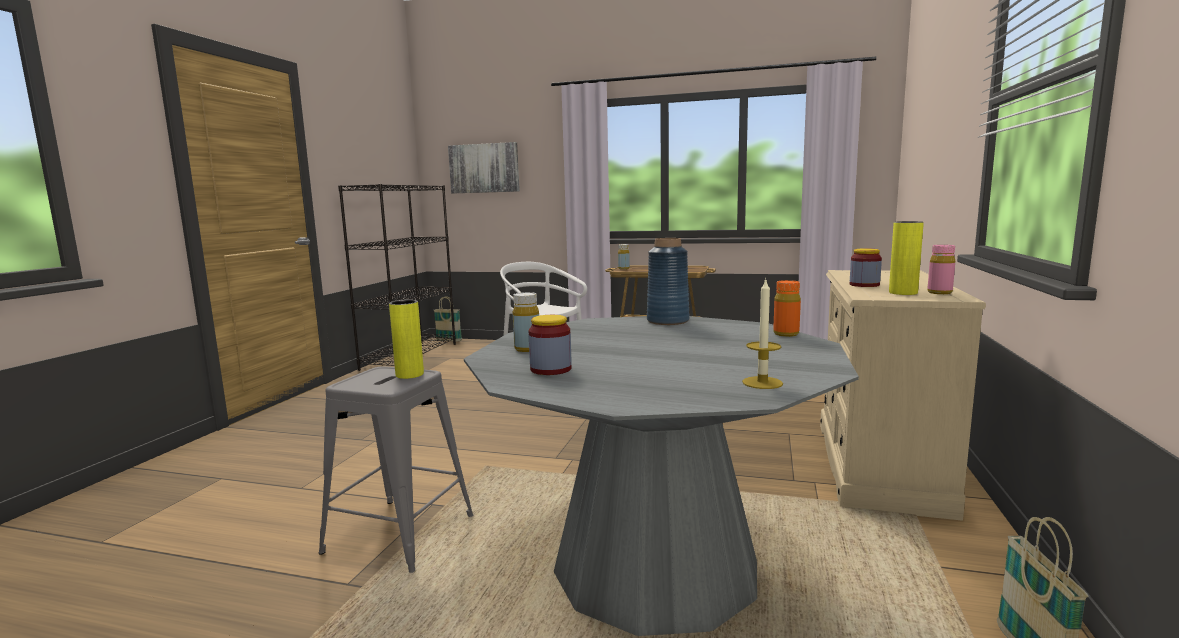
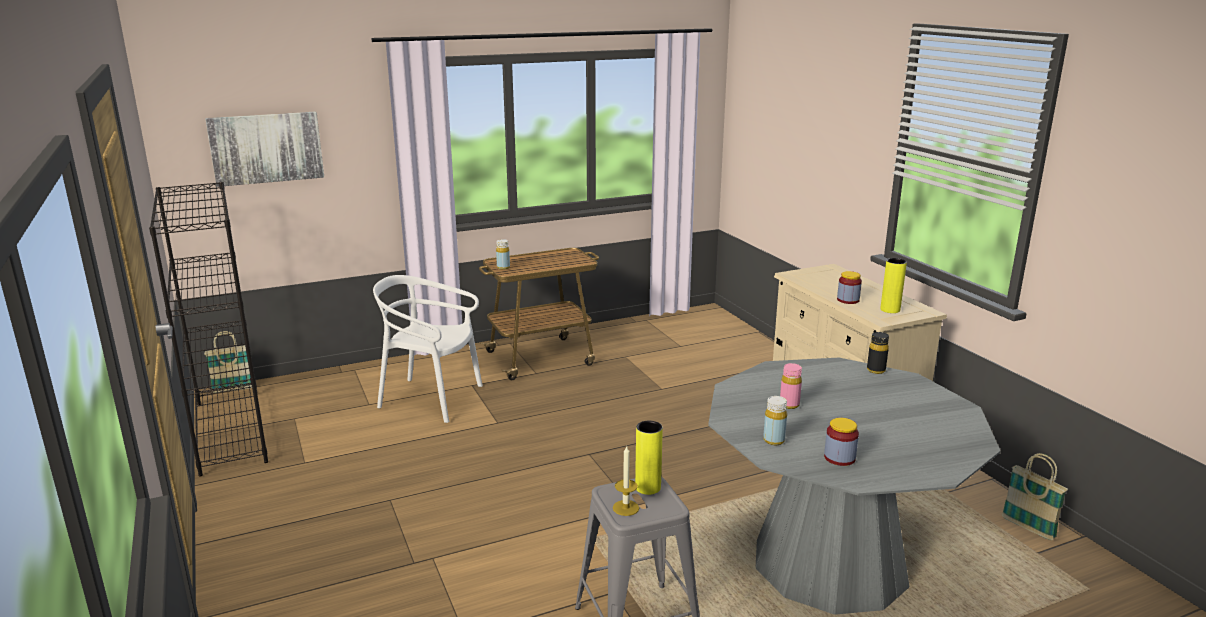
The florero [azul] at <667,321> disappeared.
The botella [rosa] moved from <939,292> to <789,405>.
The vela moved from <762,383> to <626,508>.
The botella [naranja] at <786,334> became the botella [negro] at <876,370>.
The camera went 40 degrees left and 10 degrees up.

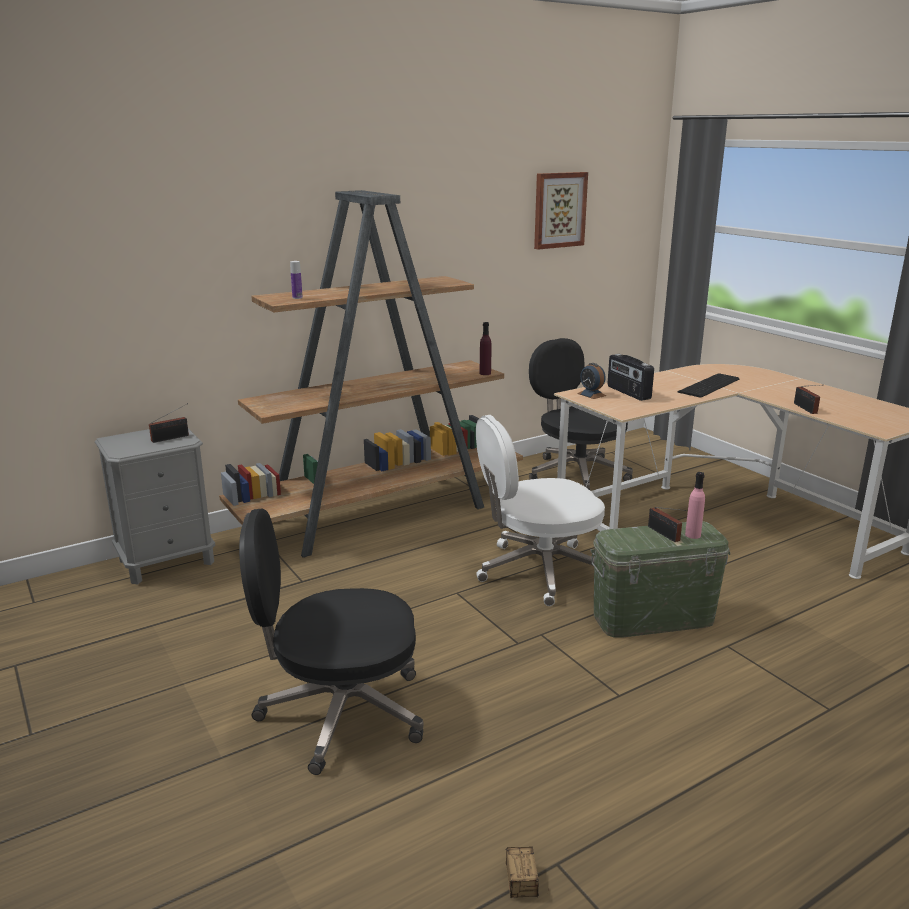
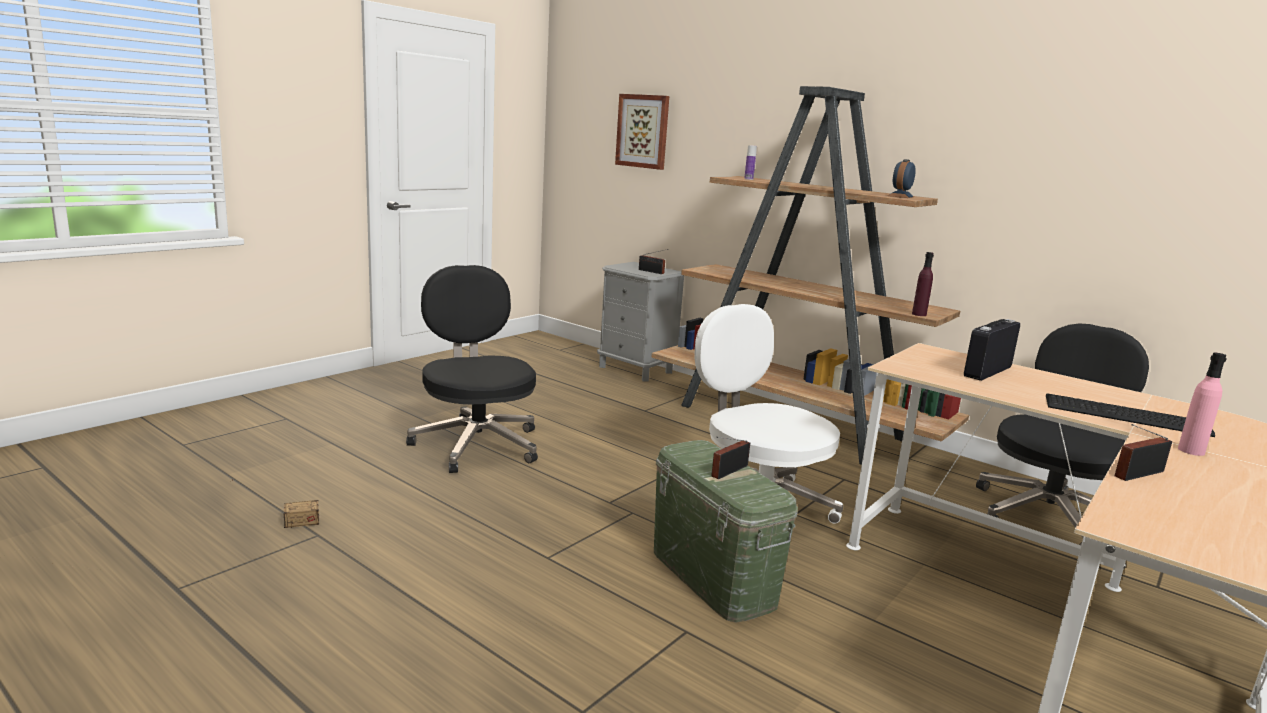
The cuadro moved from <559,210> to <643,131>.
The despertador moved from <591,394> to <900,196>.
The botella [rosa] moved from <692,535> to <1191,451>.
The camera went 70 degrees right and 5 degrees down.

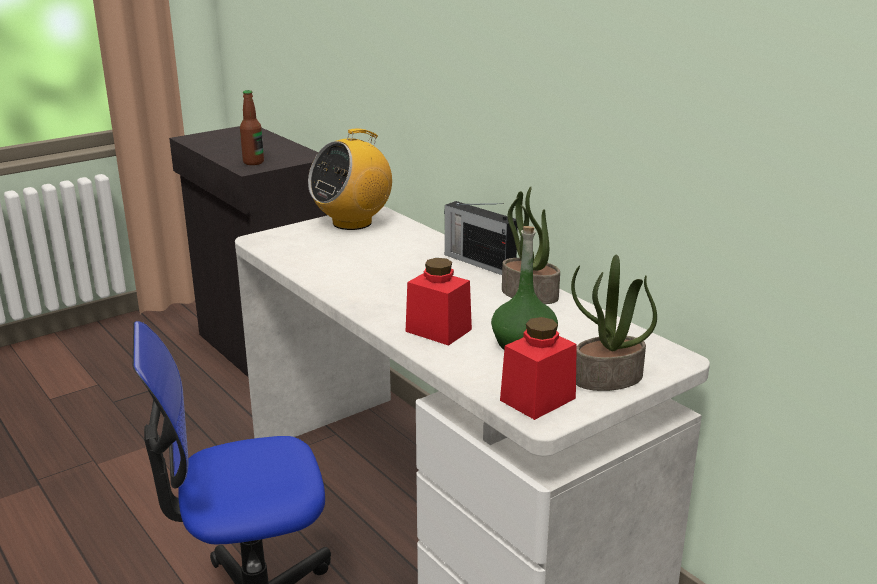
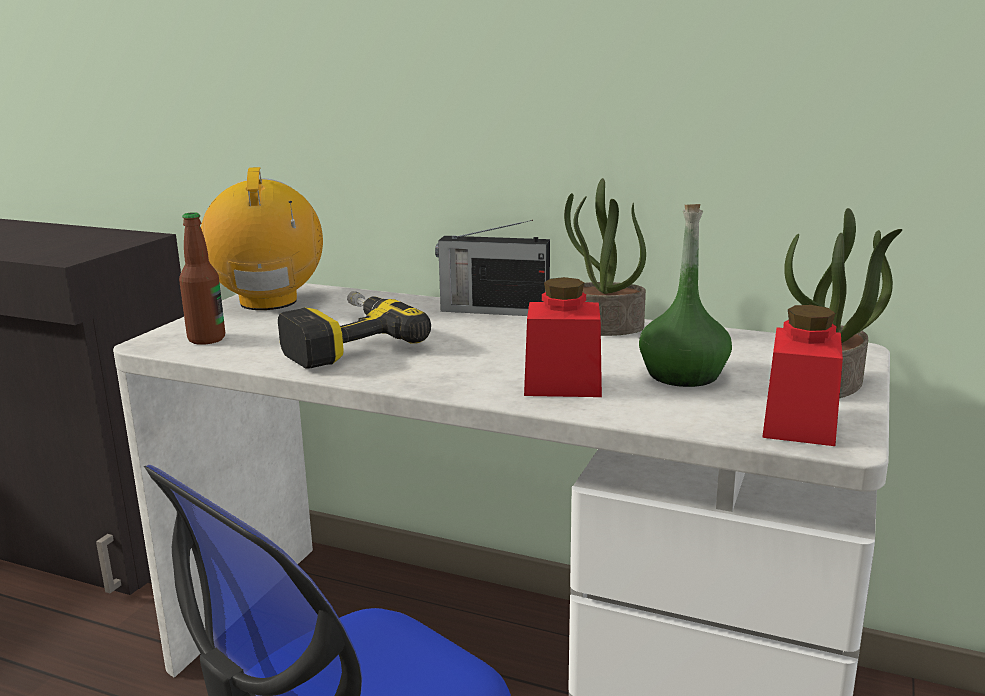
The botella moved from <253,162> to <206,339>.
The radio at <352,222> turned 150 degrees clockwise.
The taladro at <343,342> appeared.
The camera went 30 degrees left and 5 degrees down.

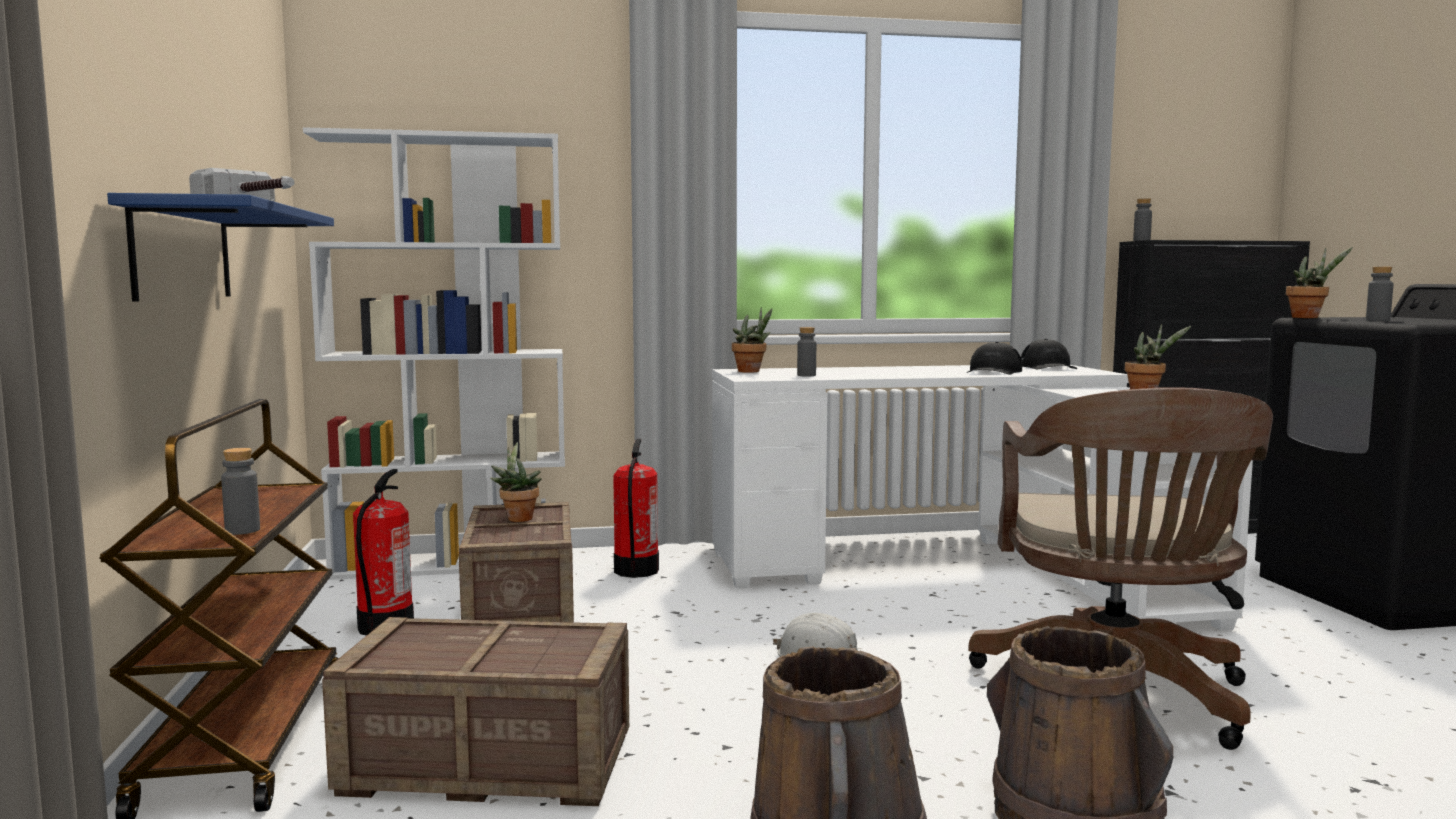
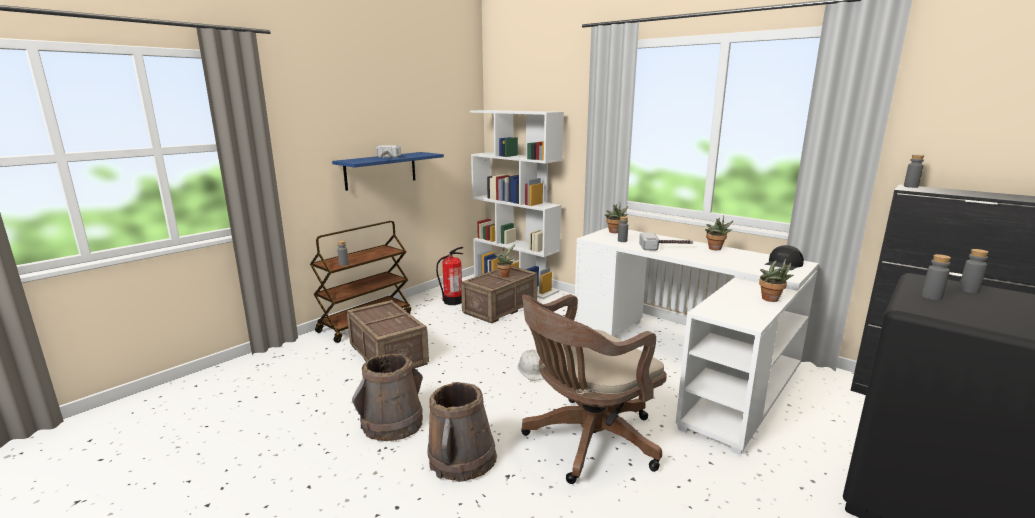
The planta en maceta moved from <1309,317> to <715,249>.
The gorra [negro] at <993,371> disappeared.
The extintor at <636,571> disappeared.
The martillo at <666,247> appeared.
The botella [gris] at <968,290> appeared.
The camera went 50 degrees right and 10 degrees up.

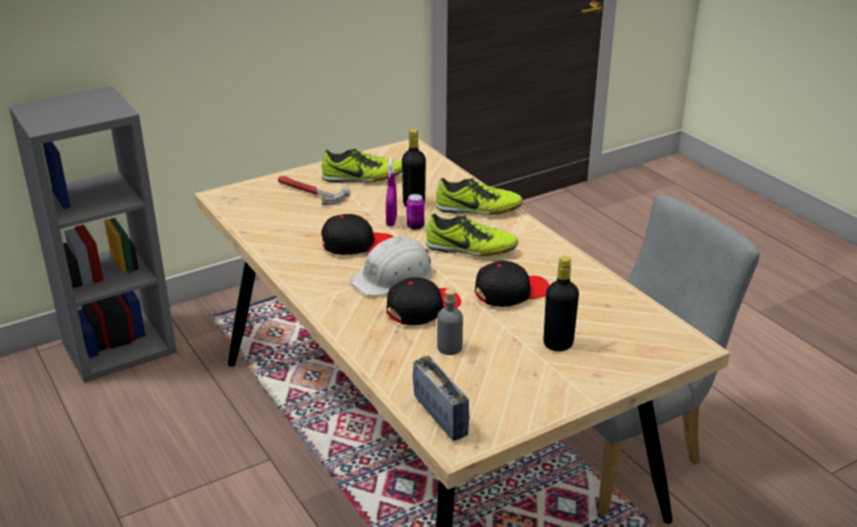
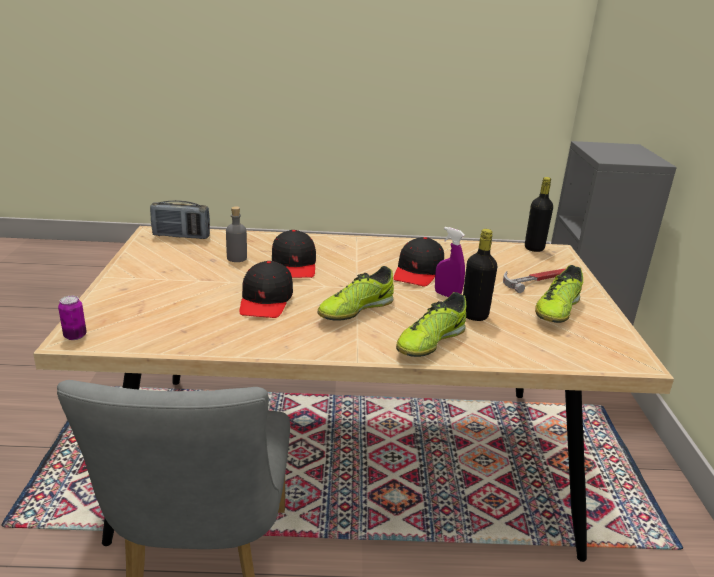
The lata moved from <415,226> to <75,336>.
The casco [blanco] at <394,277> disappeared.
The botella [negro] moved from <558,344> to <534,248>.
The camera went 120 degrees right and 5 degrees down.

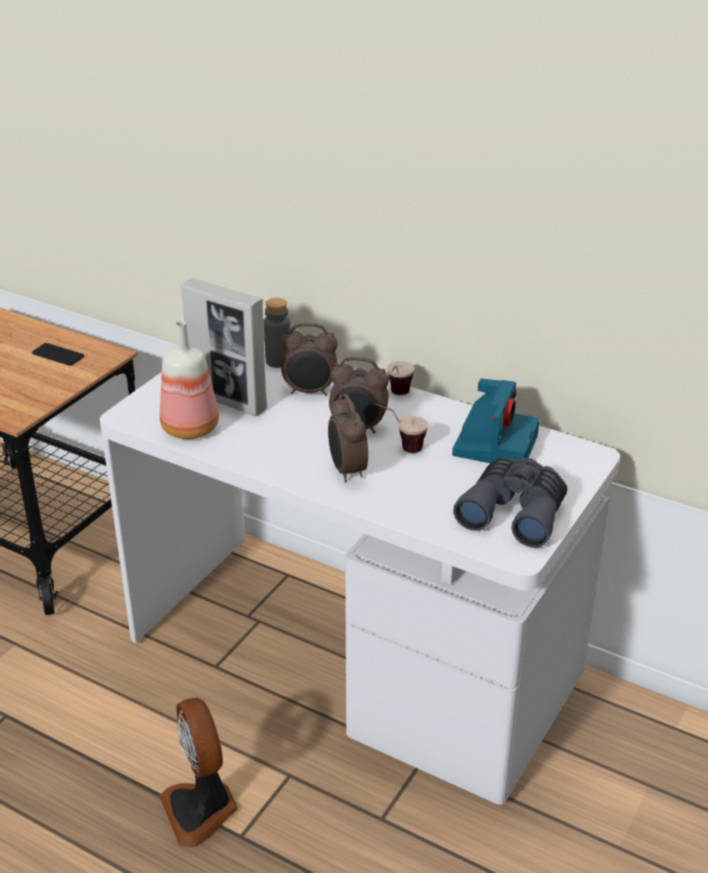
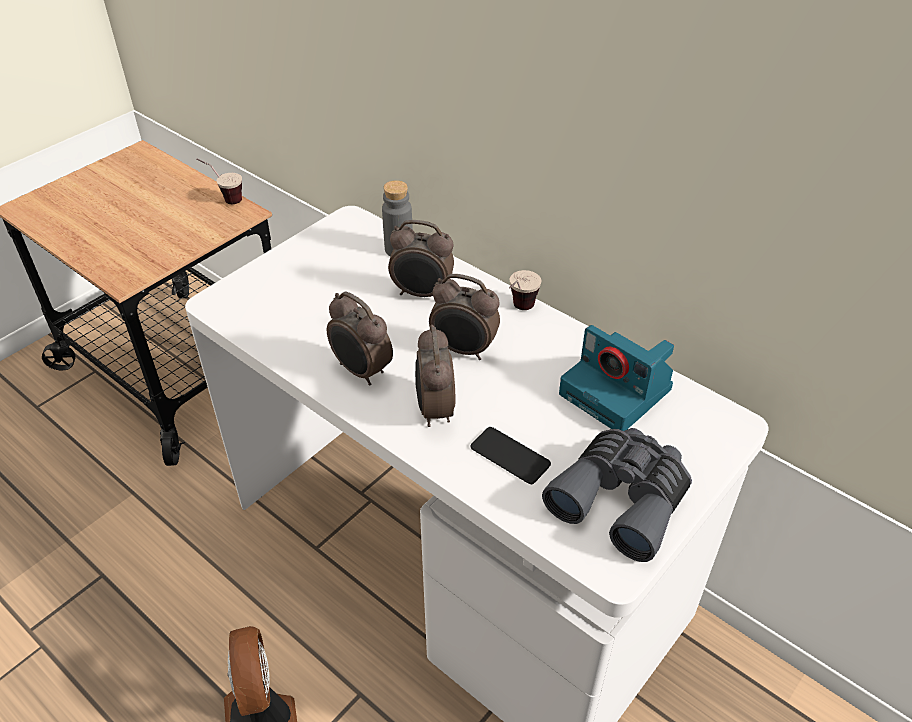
The portarretratos at <228,401> disappeared.
The botella at <192,428> disappeared.
The móvil moved from <58,355> to <510,456>.
The cámara at <495,443> turned 105 degrees clockwise.
The taza moved from <400,447> to <224,198>.
The despertador at <361,371> appeared.
The camera went 10 degrees right and 10 degrees up.

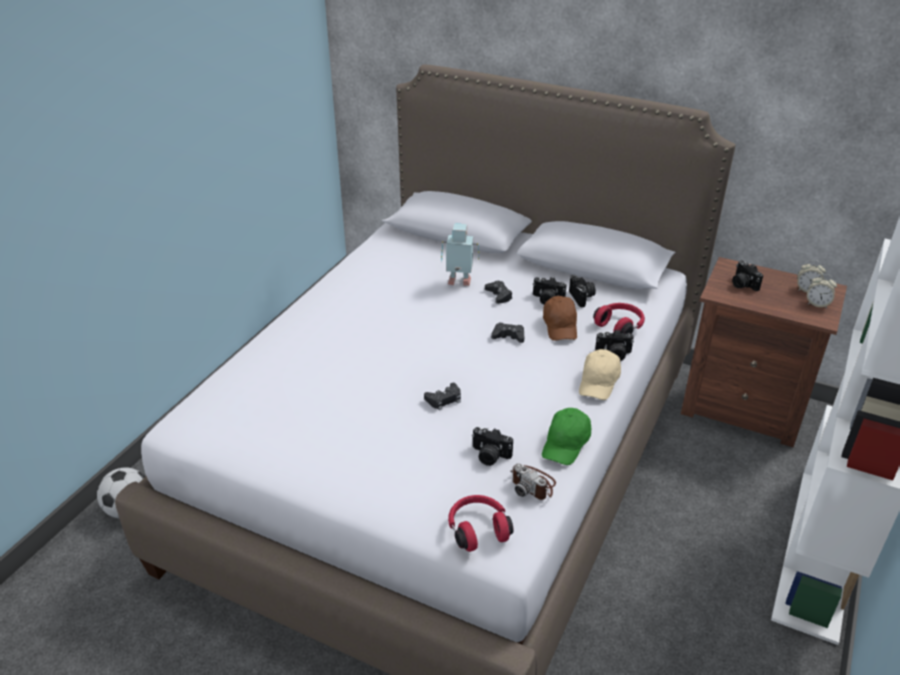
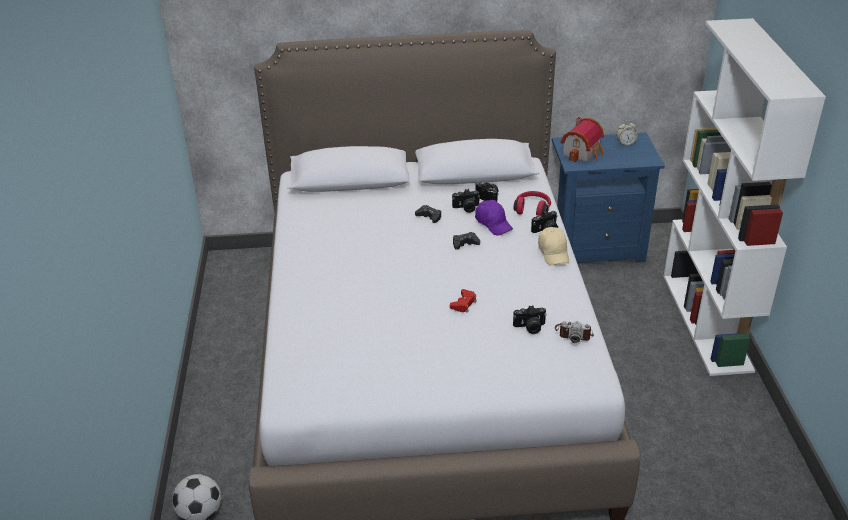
The robot de juguete at <460,283> disappeared.
The mesita de noche [marrón] at <744,408> became the mesita de noche [azul] at <596,247>.
The cámara at <742,284> was replaced by the casita at <583,152>.
The despertador at <817,304> disappeared.
The gorra [marrón] at <560,326> became the gorra [morado] at <493,224>.
The mando de consola [negro] at <444,399> became the mando de consola [rojo] at <463,304>.
The gorra [verde] at <566,444> disappeared.
The auriculares [rojo] at <478,529> disappeared.
The camera went 30 degrees left and 0 degrees up.

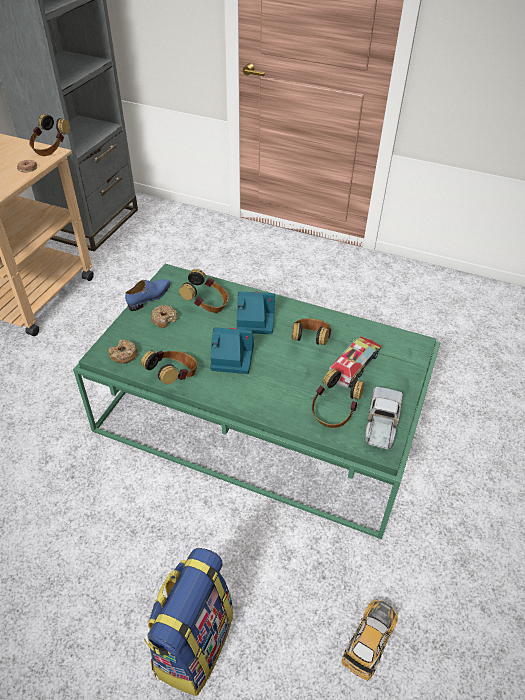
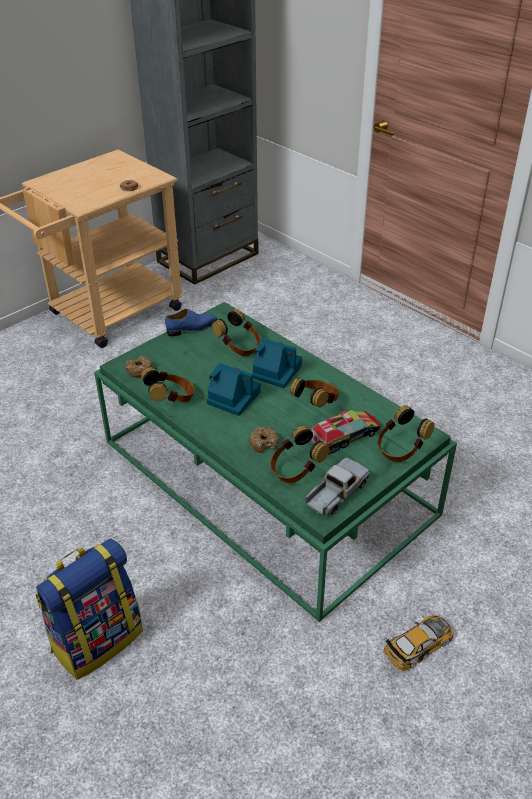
The auriculares moved from <51,149> to <400,449>.
The rosquilla moved from <164,319> to <263,443>.
The coche de juguete moved from <370,639> to <419,644>.
The camera went 25 degrees right and 5 degrees down.

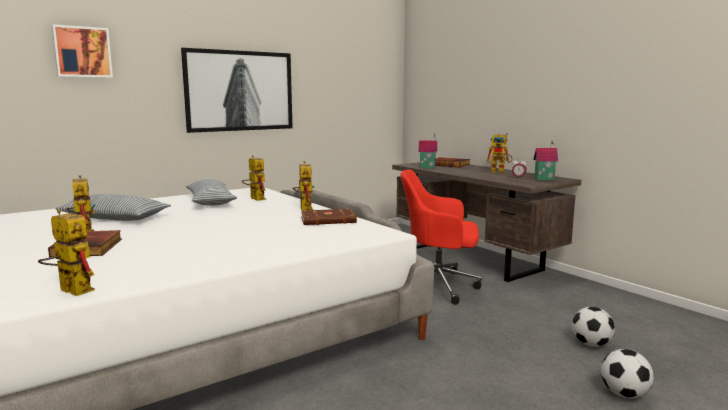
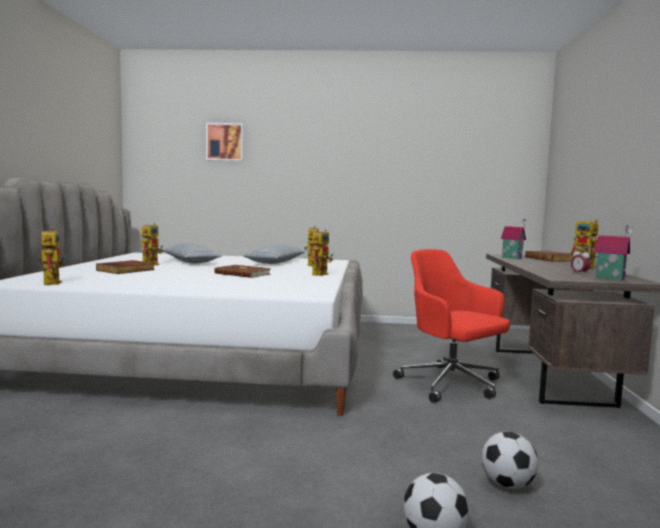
The cuadro at <239,91> disappeared.
The libro [marrón] moved from <328,220> to <242,274>.
The camera went 40 degrees right and 5 degrees down.

